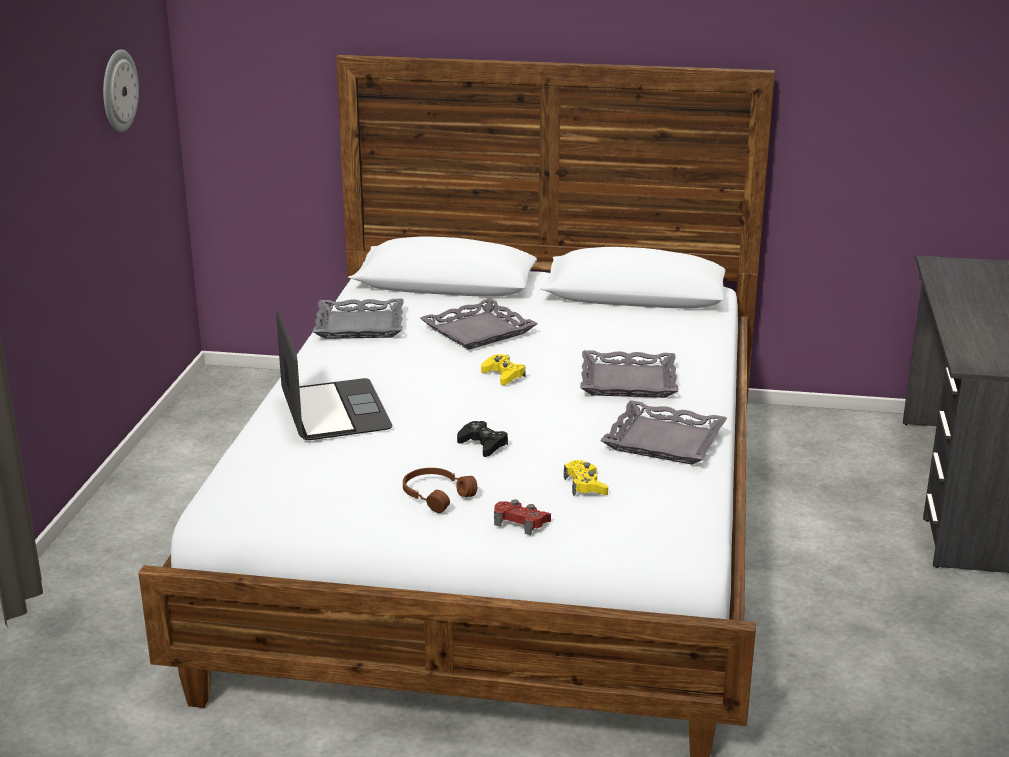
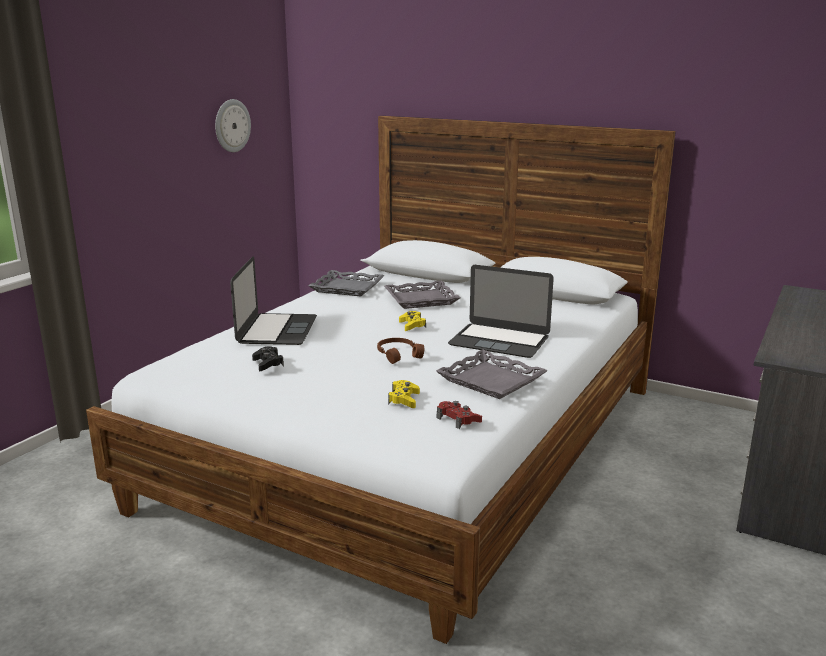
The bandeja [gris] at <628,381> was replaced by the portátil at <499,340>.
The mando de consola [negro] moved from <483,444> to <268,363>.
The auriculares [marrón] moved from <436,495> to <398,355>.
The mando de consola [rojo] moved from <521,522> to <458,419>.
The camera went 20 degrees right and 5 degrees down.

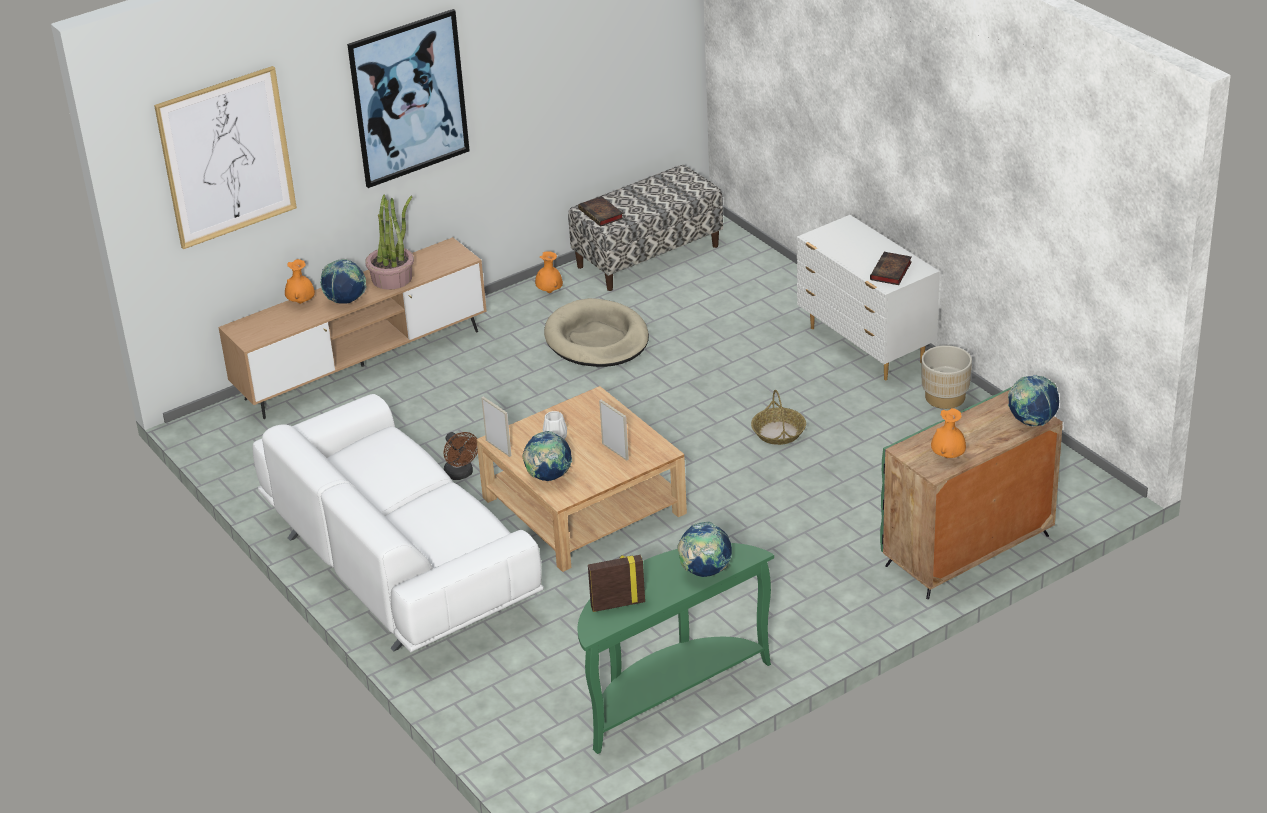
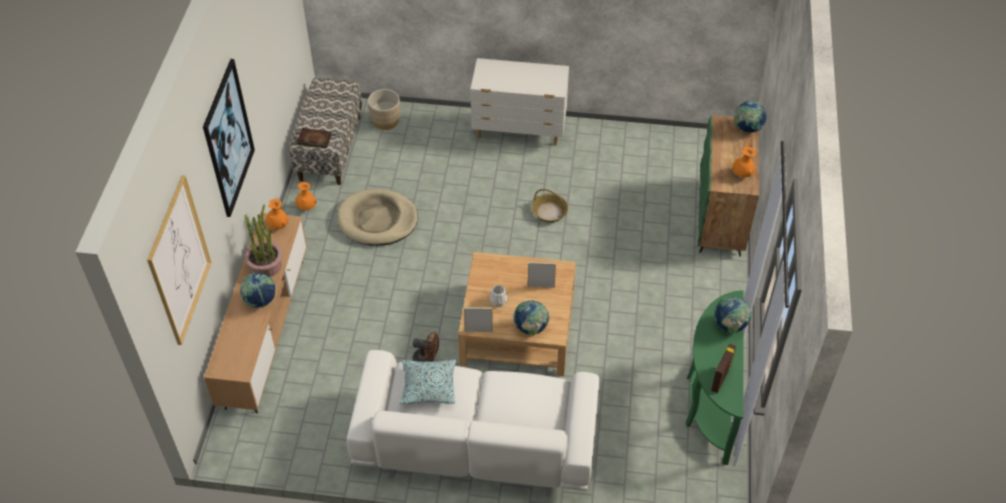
The libro at <891,272> disappeared.
The florero [naranja] moved from <301,302> to <278,226>.
The maceta [beis] moved from <945,398> to <386,121>.
The cojín at <428,386> appeared.
The camera went 50 degrees left and 15 degrees up.

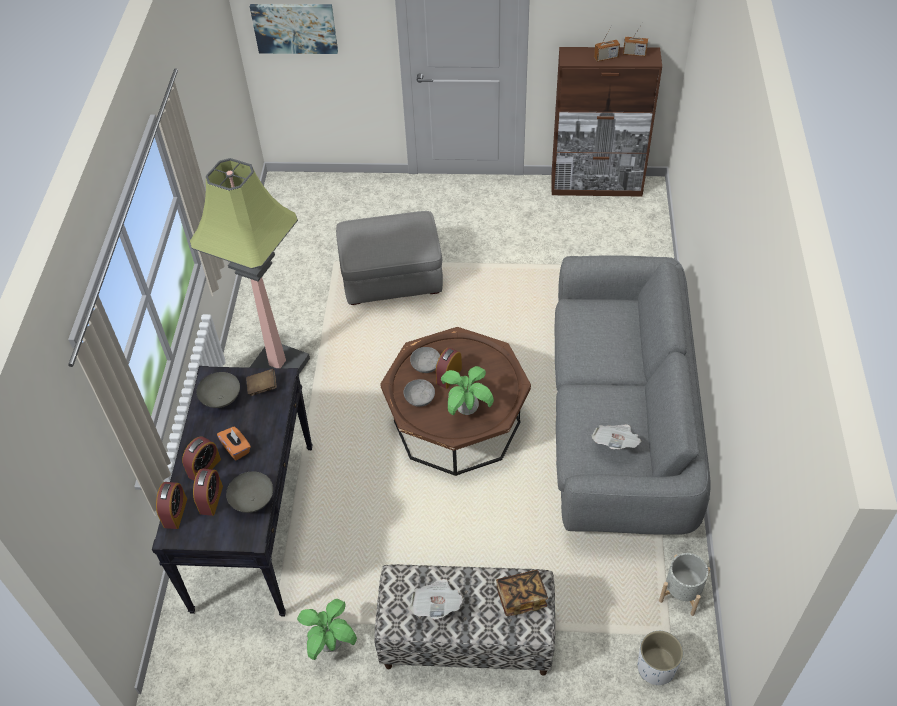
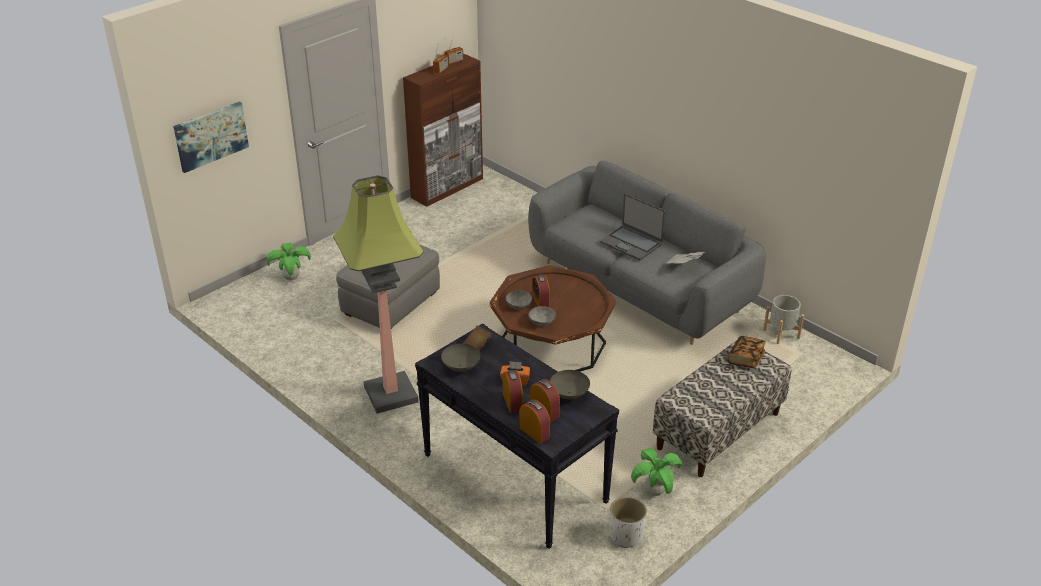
The planta en maceta moved from <467,410> to <291,278>.
The periódico at <437,605> disappeared.
The maceta [blanco] moved from <655,668> to <626,536>.
The portátil at <631,243> appeared.
The camera went 50 degrees left and 15 degrees down.

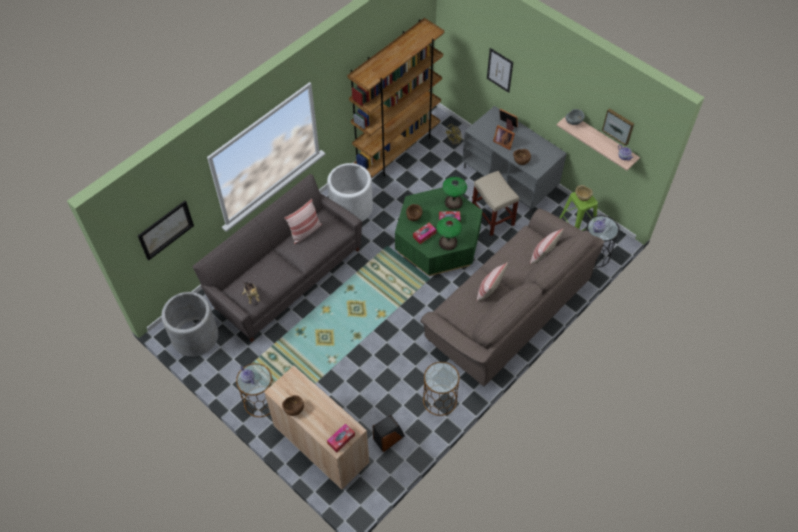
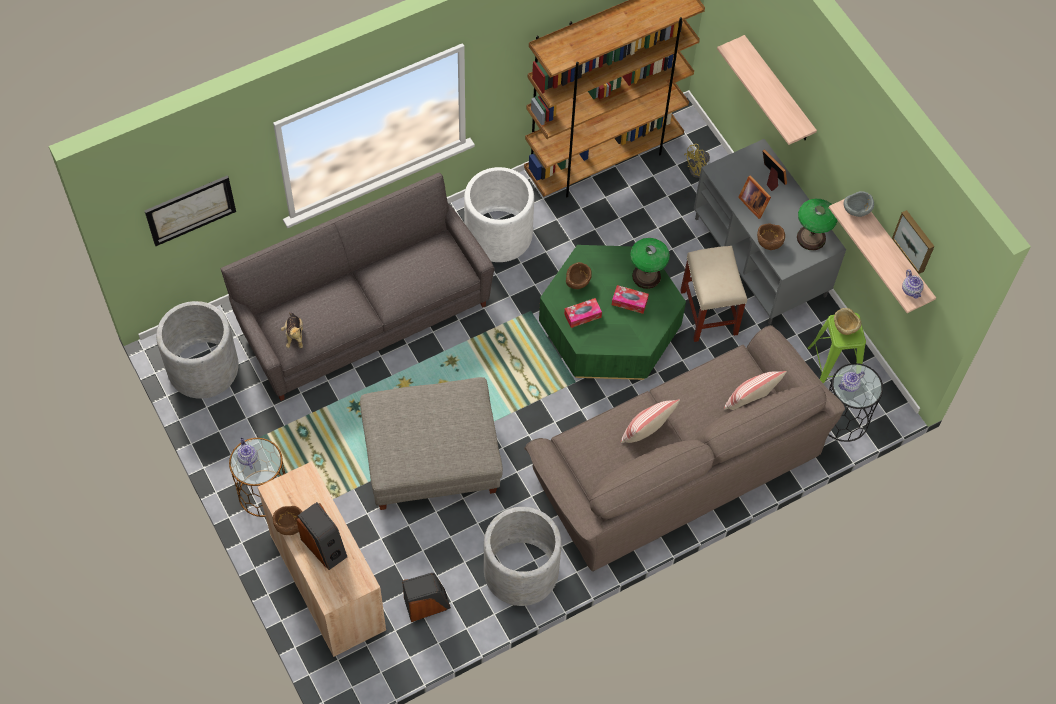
The cuadro at <500,70> was replaced by the estante at <778,91>.
The cojín at <305,232> disappeared.
The lámpara de mesa moved from <448,242> to <811,238>.
The mesa auxiliar [marrón] at <440,400> was replaced by the maceta [gris] at <521,571>.
The caja de pañuelos at <341,439> disappeared.
The puf [gris] at <432,456> appeared.
The altavoz at <324,546> appeared.
The camera went 15 degrees right and 5 degrees up.

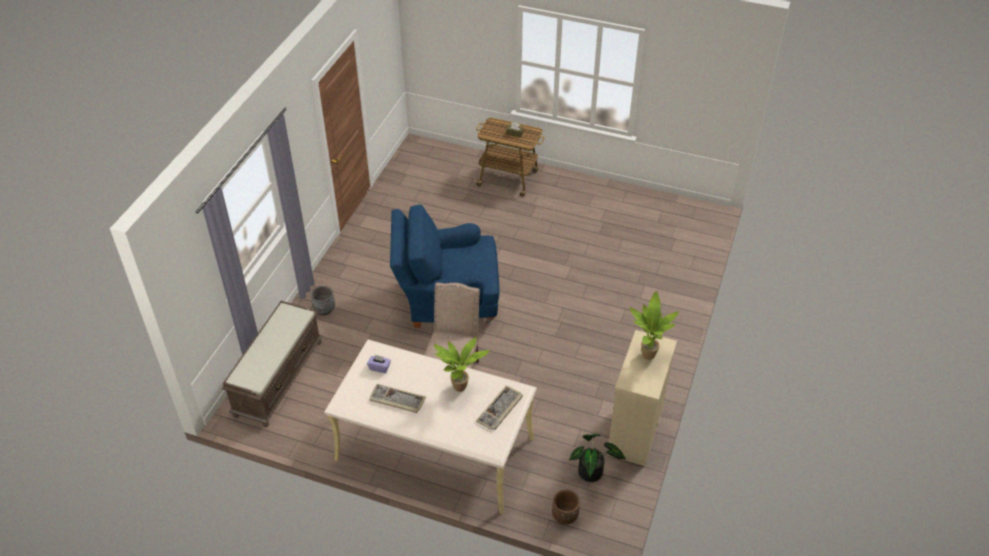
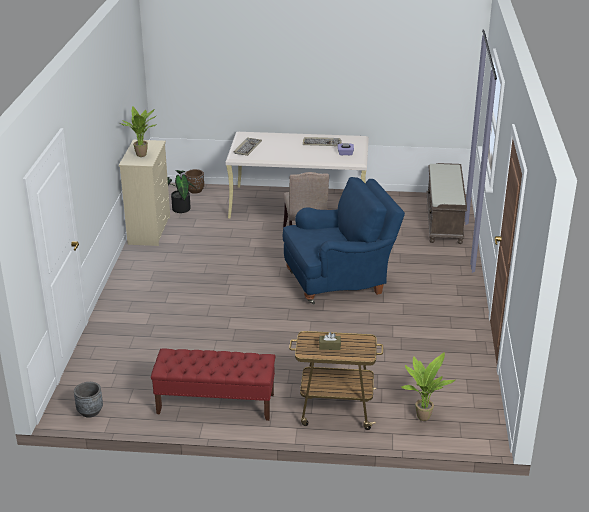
The maceta [gris] moved from <324,309> to <90,411>.
The planta en maceta moved from <460,389> to <422,416>.
The banco [rojo] at <215,404> appeared.
The camera went 165 degrees right and 15 degrees down.

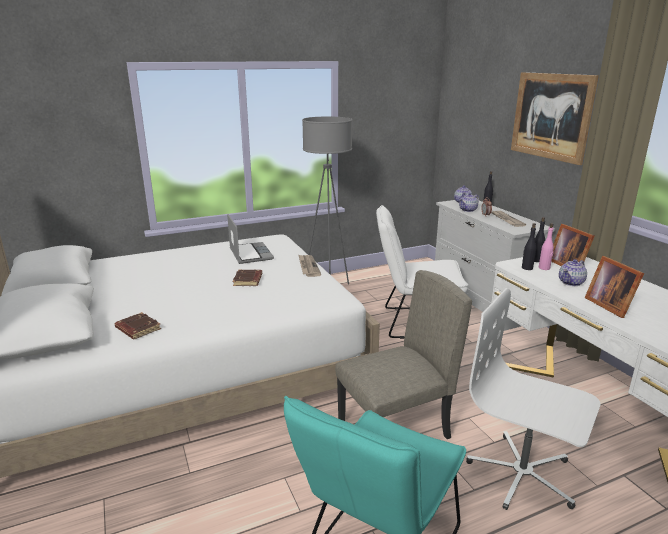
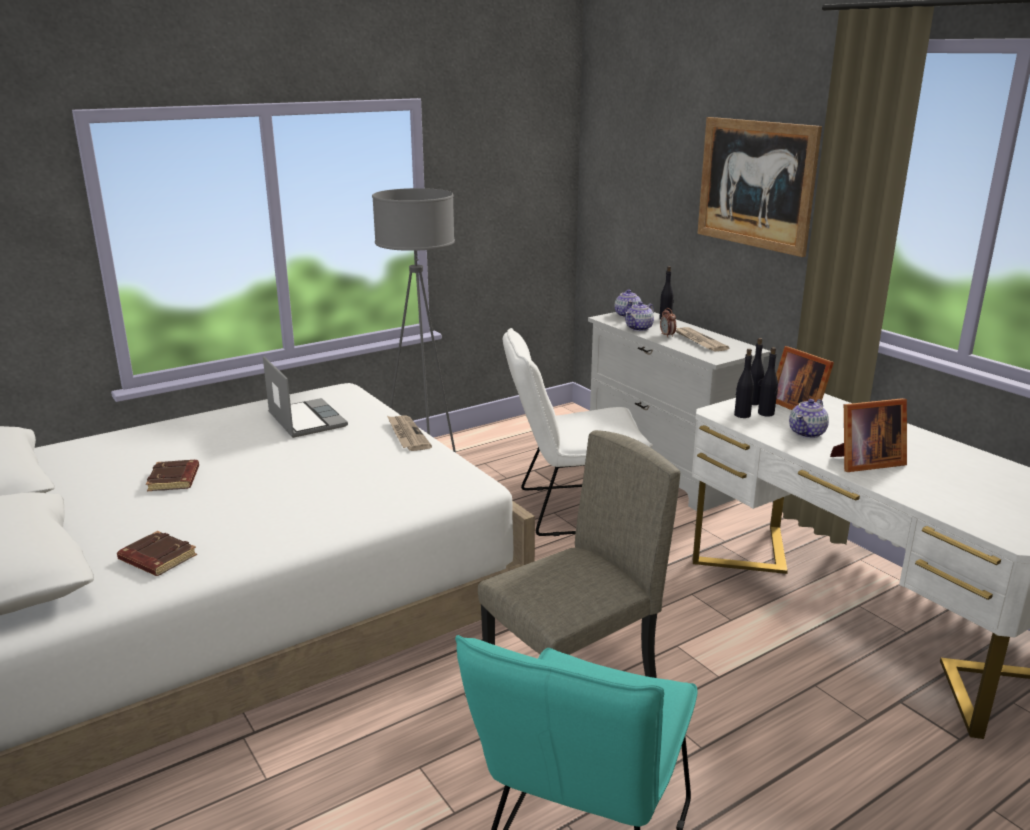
The botella [rosa] at <544,268> became the botella [negro] at <766,413>.
The portarretratos at <609,305> turned 75 degrees counterclockwise.
The libro [marrón] moved from <248,280> to <175,480>.
The silla de oficina [blanco] at <522,474> disappeared.
The camera went 10 degrees left and 0 degrees up.

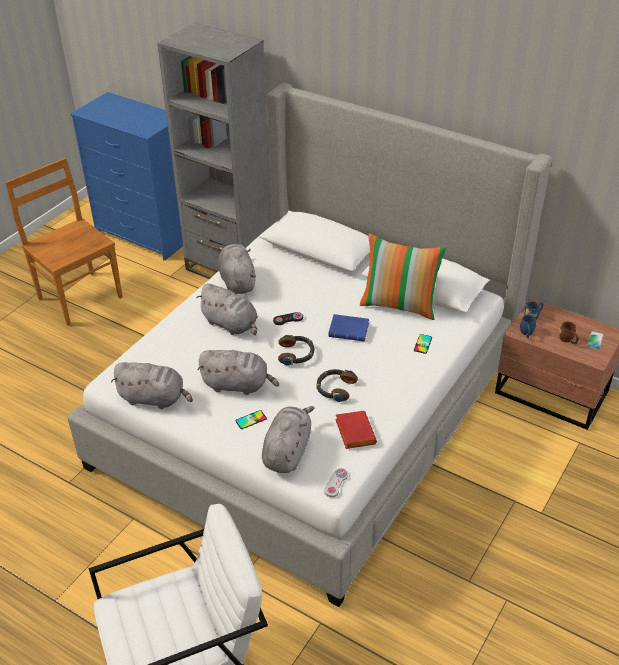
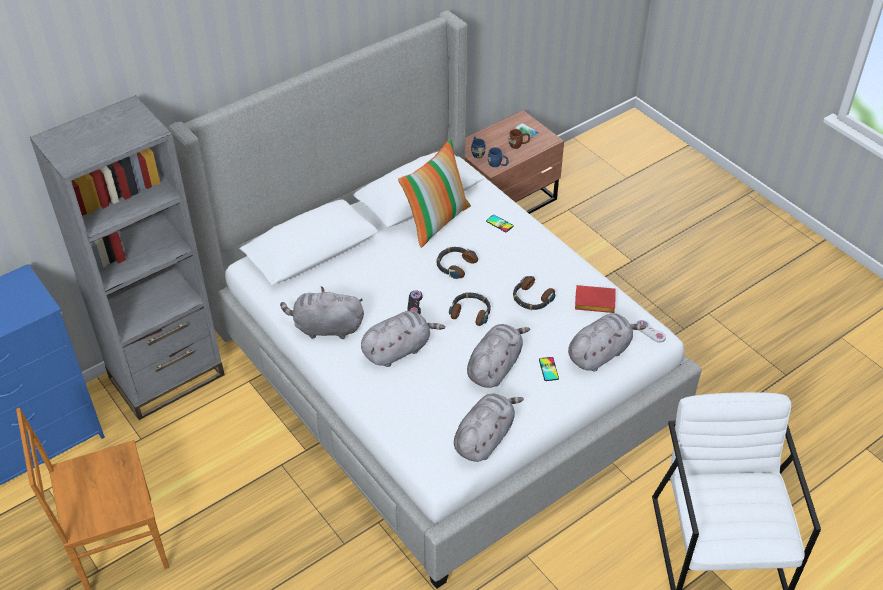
The libro [azul] at <350,330> was replaced by the auriculares at <455,265>.
The peluche [gris] at <287,451> turned 105 degrees clockwise.
The camera went 70 degrees left and 5 degrees up.

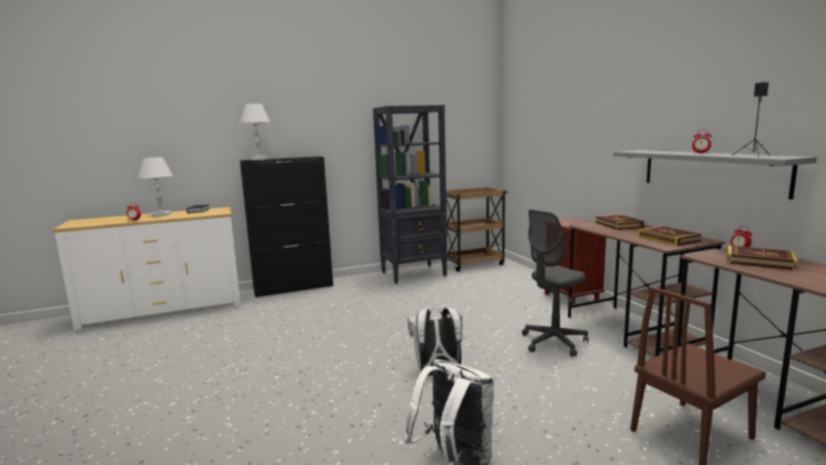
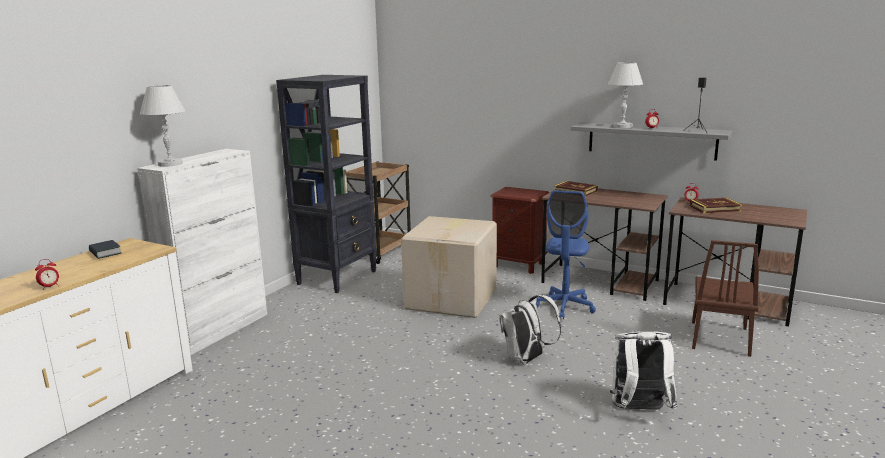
The armario [negro] at <294,287> became the armario [blanco] at <220,330>.
The lámpara de mesa [blanco] moved from <161,215> to <622,126>.
The silla de oficina [gris] at <553,343> became the silla de oficina [azul] at <565,306>.
The libro at <668,239> disappeared.
The caja de cartón at <453,299> appeared.
The camera went 40 degrees left and 5 degrees up.

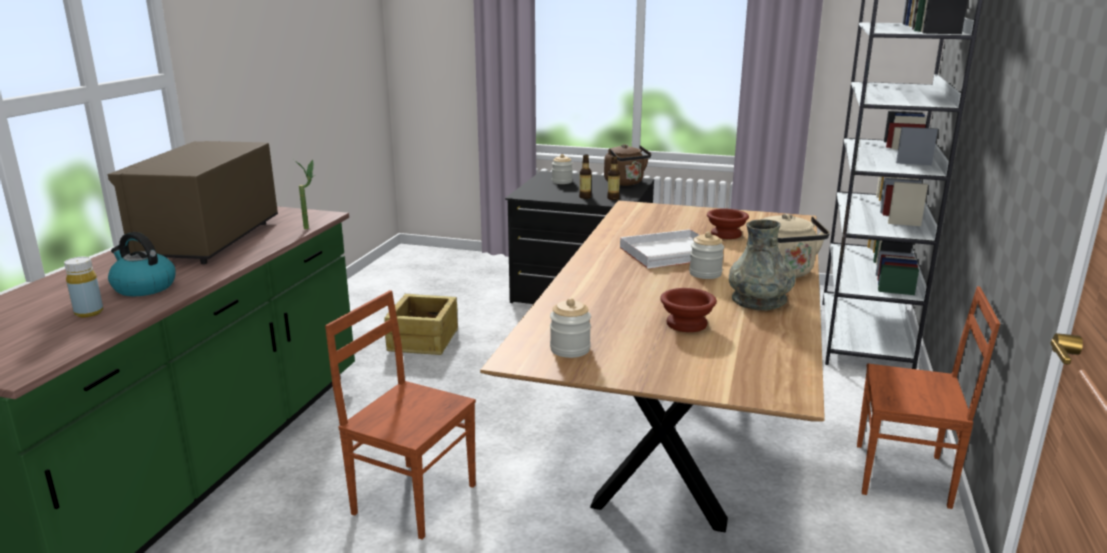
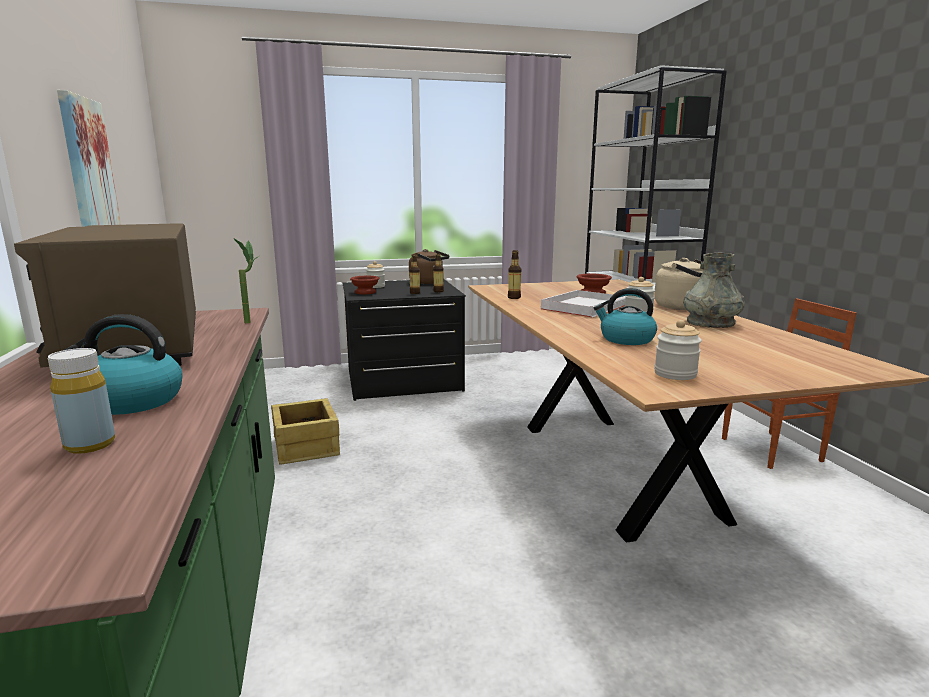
The cuenco [marrón] moved from <685,324> to <365,292>.
The silla [marrón] at <414,498> disappeared.
The cuadro at <88,168> appeared.
The botella at <514,297> appeared.
The hervidor at <626,339> appeared.
The camera went 30 degrees left and 5 degrees down.

